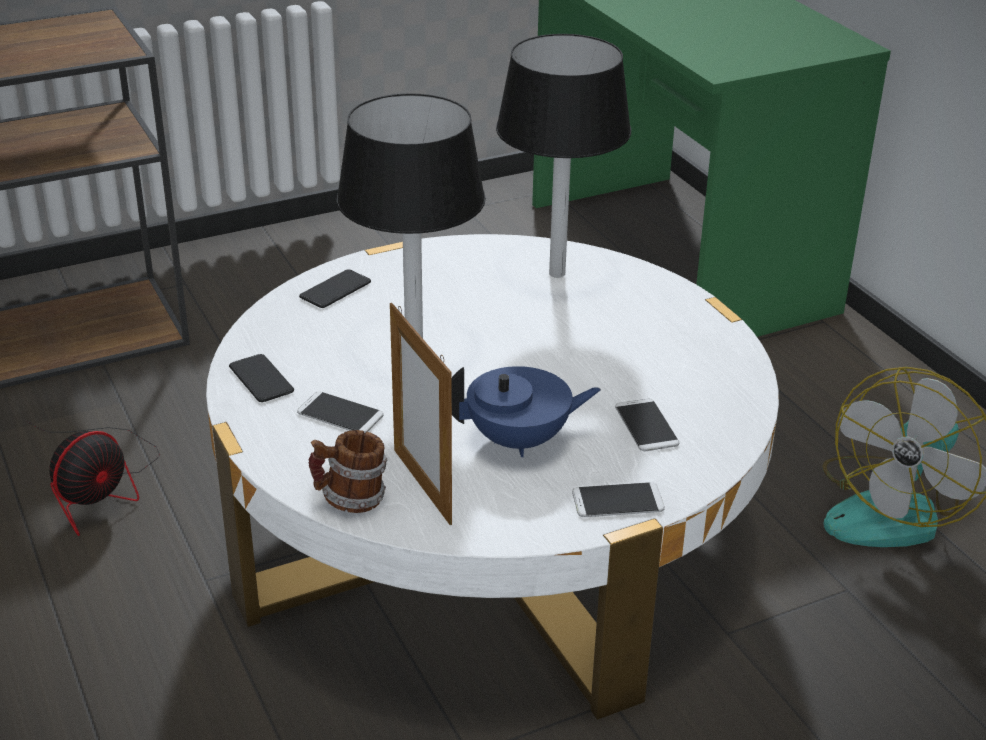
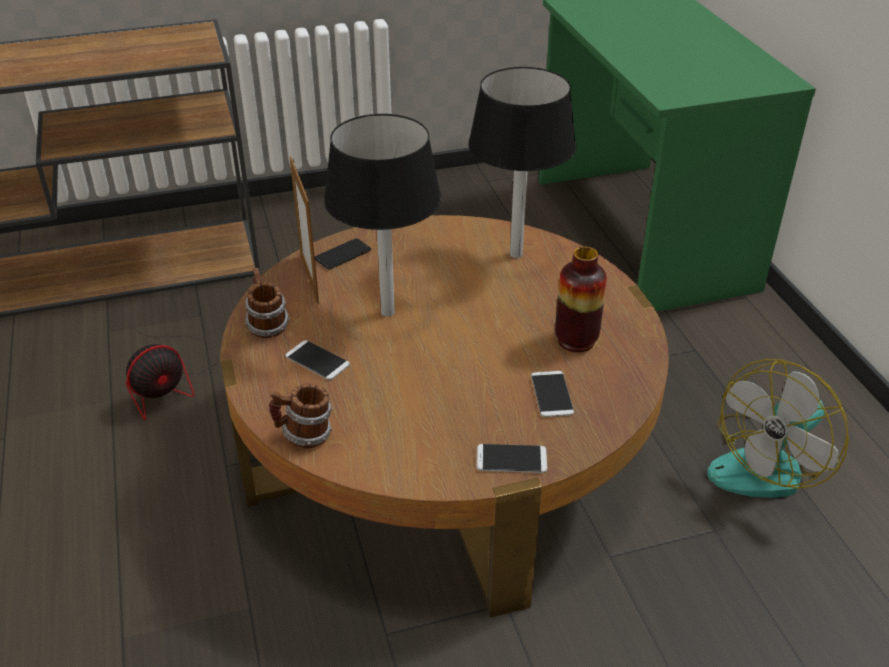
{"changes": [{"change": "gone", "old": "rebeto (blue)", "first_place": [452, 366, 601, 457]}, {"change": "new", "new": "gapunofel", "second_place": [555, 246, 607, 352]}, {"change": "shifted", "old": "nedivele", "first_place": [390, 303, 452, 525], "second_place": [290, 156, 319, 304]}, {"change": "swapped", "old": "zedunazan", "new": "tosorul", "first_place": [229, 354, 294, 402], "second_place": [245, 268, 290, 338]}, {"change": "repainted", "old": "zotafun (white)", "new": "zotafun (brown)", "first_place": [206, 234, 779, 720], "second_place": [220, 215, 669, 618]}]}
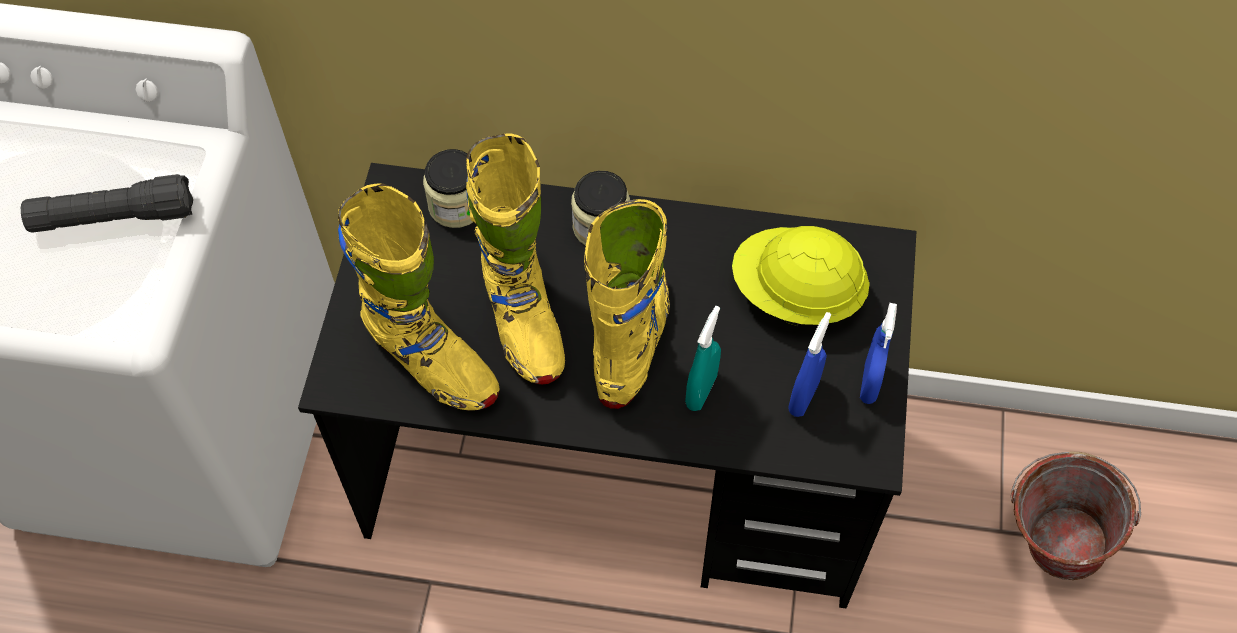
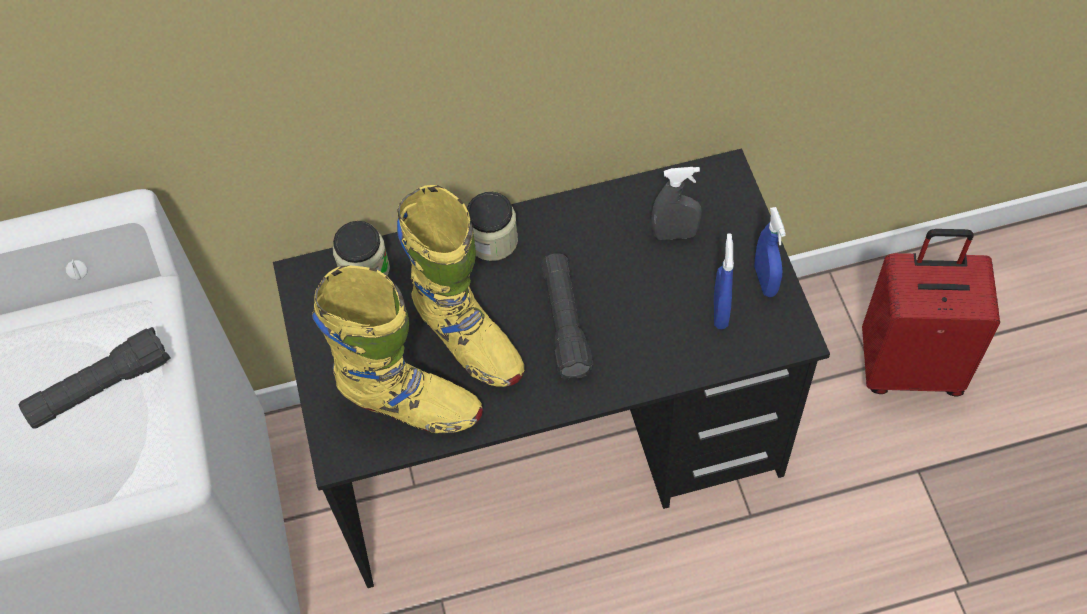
{"changes": [{"change": "gone", "old": "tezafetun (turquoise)", "first_place": [685, 306, 721, 411]}, {"change": "swapped", "old": "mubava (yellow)", "new": "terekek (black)", "first_place": [584, 199, 670, 409], "second_place": [542, 253, 593, 380]}, {"change": "swapped", "old": "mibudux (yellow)", "new": "tezafetun (grey)", "first_place": [732, 226, 870, 327], "second_place": [651, 167, 702, 240]}, {"change": "swapped", "old": "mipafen", "new": "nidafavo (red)", "first_place": [1011, 452, 1141, 580], "second_place": [862, 229, 1000, 396]}]}
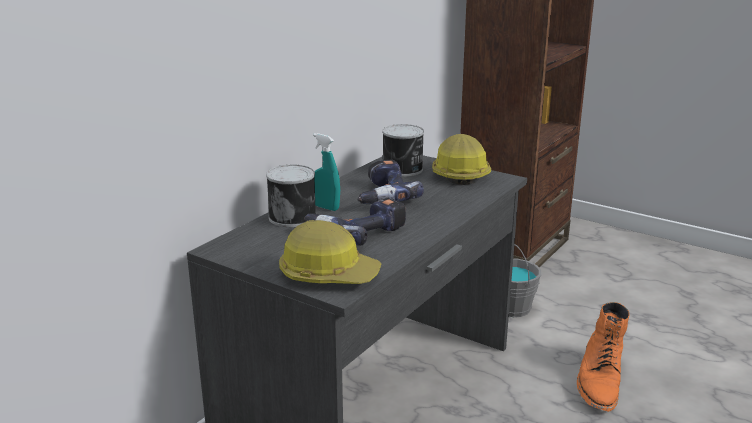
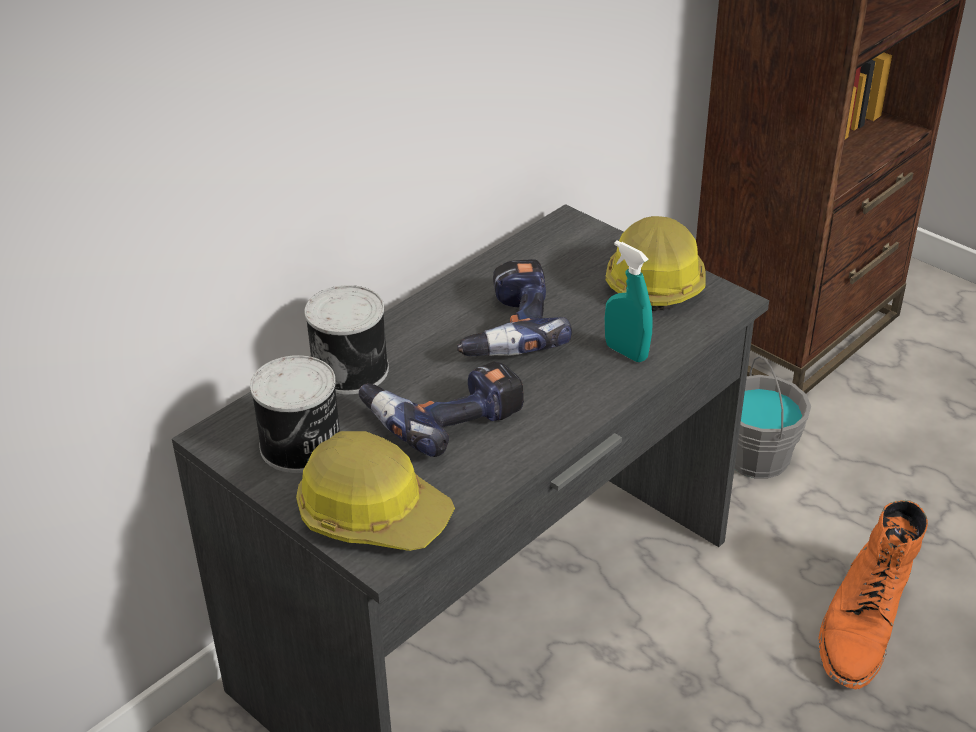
{"changes": [{"change": "shifted", "old": "tezafetun (turquoise)", "first_place": [313, 133, 340, 211], "second_place": [605, 240, 653, 362]}, {"change": "shifted", "old": "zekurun", "first_place": [383, 124, 424, 177], "second_place": [250, 355, 340, 473]}]}
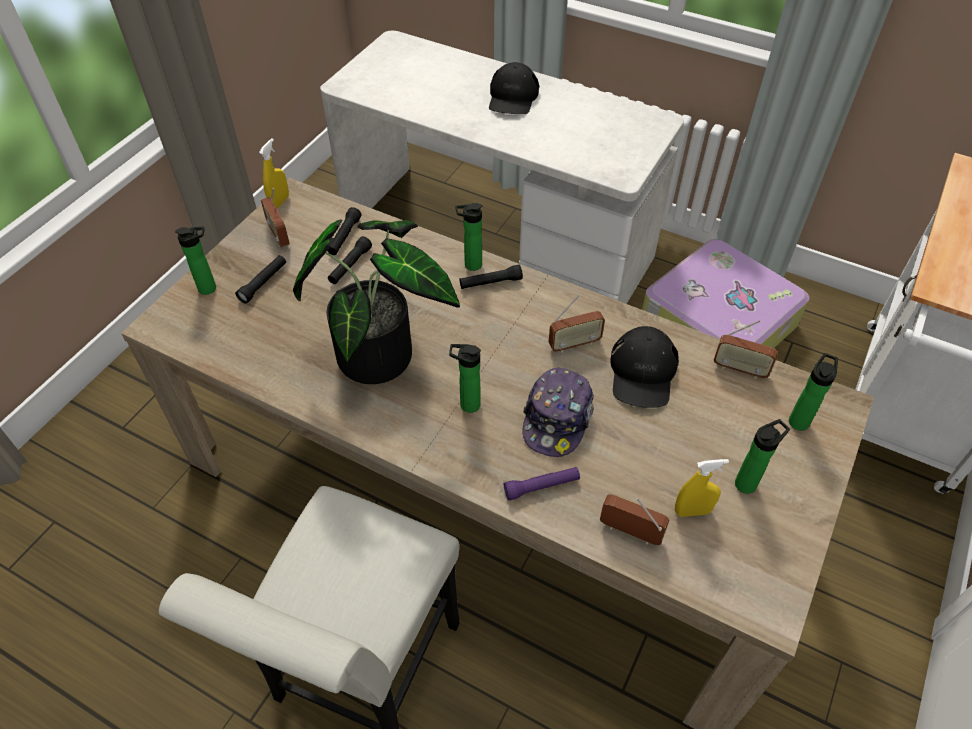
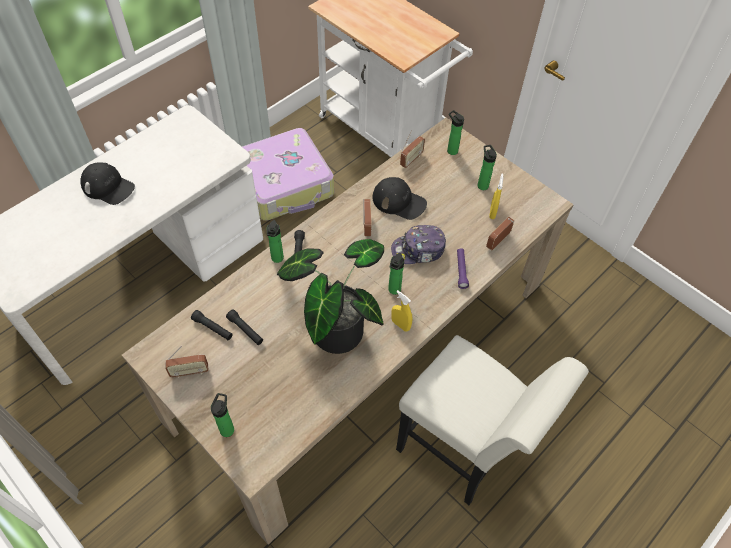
{"changes": [{"change": "gone", "old": "terekek (black)", "first_place": [235, 255, 286, 304]}, {"change": "shifted", "old": "tezafetun (yellow)", "first_place": [259, 138, 289, 208], "second_place": [391, 290, 413, 332]}, {"change": "rotated", "old": "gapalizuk", "first_place": [522, 368, 594, 457], "second_place": [391, 225, 446, 264], "degrees": 135}]}
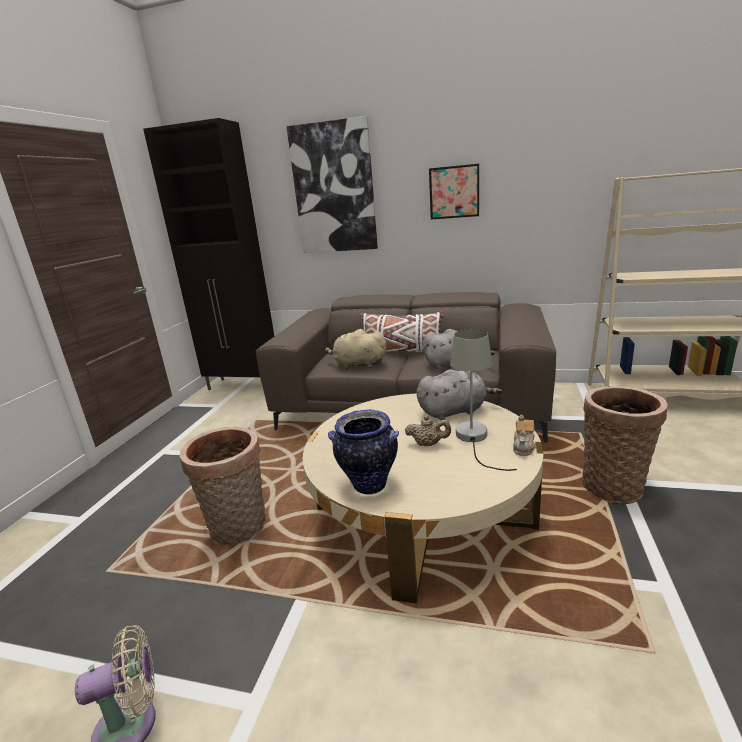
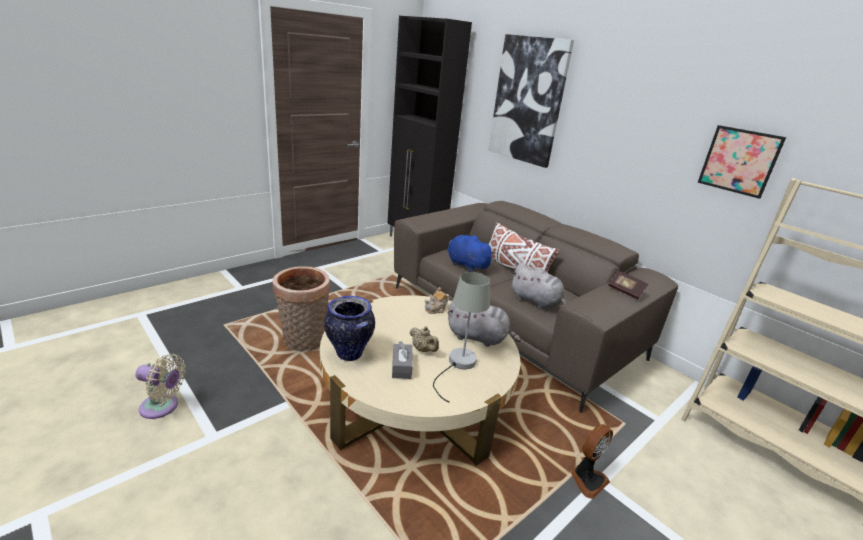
{"changes": [{"change": "new", "new": "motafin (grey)", "second_place": [392, 341, 413, 379]}, {"change": "new", "new": "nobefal", "second_place": [608, 271, 648, 299]}, {"change": "shifted", "old": "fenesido", "first_place": [429, 164, 479, 220], "second_place": [698, 125, 786, 199]}, {"change": "shifted", "old": "rebeto", "first_place": [513, 415, 536, 456], "second_place": [424, 287, 450, 314]}, {"change": "swapped", "old": "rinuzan", "new": "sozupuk", "first_place": [582, 386, 668, 504], "second_place": [570, 424, 613, 499]}, {"change": "repainted", "old": "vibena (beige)", "new": "vibena (blue)", "first_place": [325, 329, 387, 369], "second_place": [447, 235, 495, 272]}]}
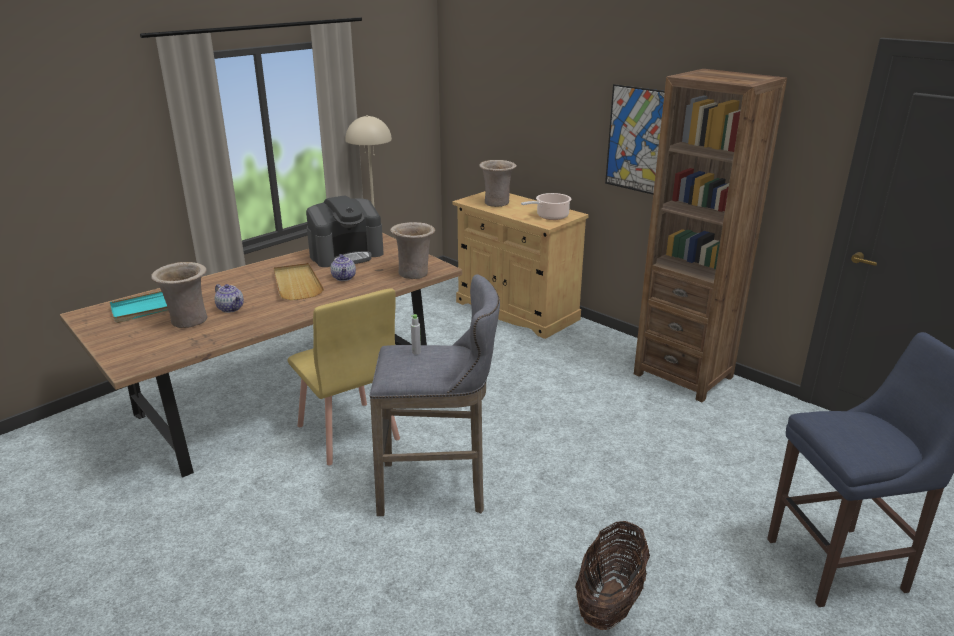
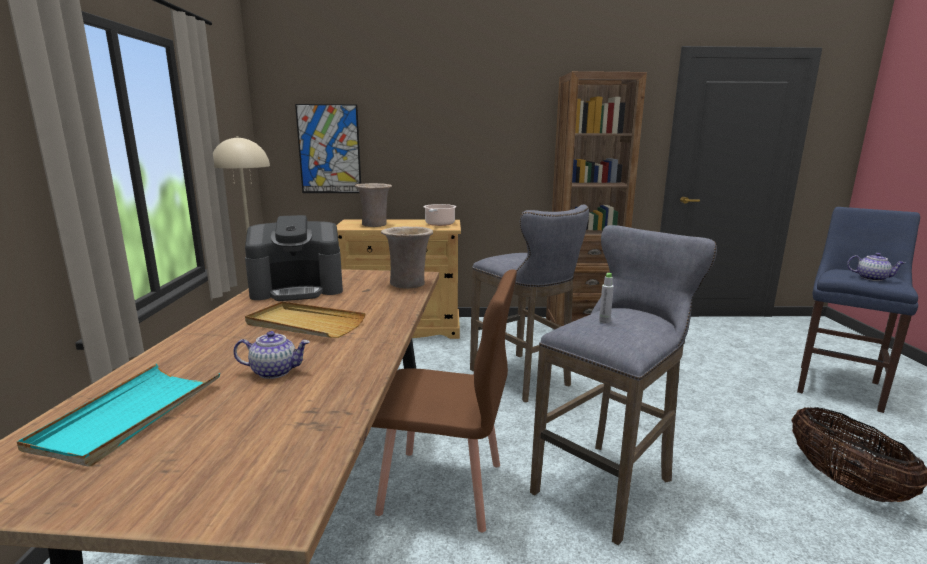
{"changes": [{"change": "gone", "old": "gapunofel (beige)", "first_place": [151, 262, 207, 328]}, {"change": "new", "new": "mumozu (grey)", "second_place": [470, 204, 589, 402]}, {"change": "shifted", "old": "rebeto", "first_place": [330, 254, 356, 281], "second_place": [847, 253, 905, 281]}, {"change": "shifted", "old": "fenesido", "first_place": [605, 84, 665, 195], "second_place": [295, 104, 361, 193]}, {"change": "repainted", "old": "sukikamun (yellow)", "new": "sukikamun (brown)", "first_place": [288, 288, 400, 465], "second_place": [372, 269, 517, 533]}, {"change": "rotated", "old": "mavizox", "first_place": [306, 195, 384, 267], "second_place": [245, 215, 343, 301], "degrees": 60}]}
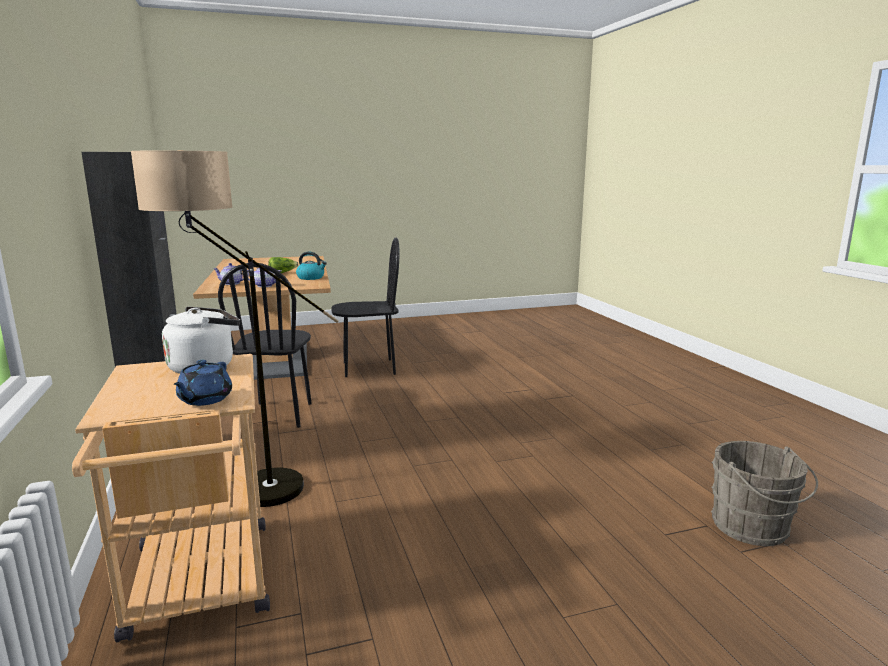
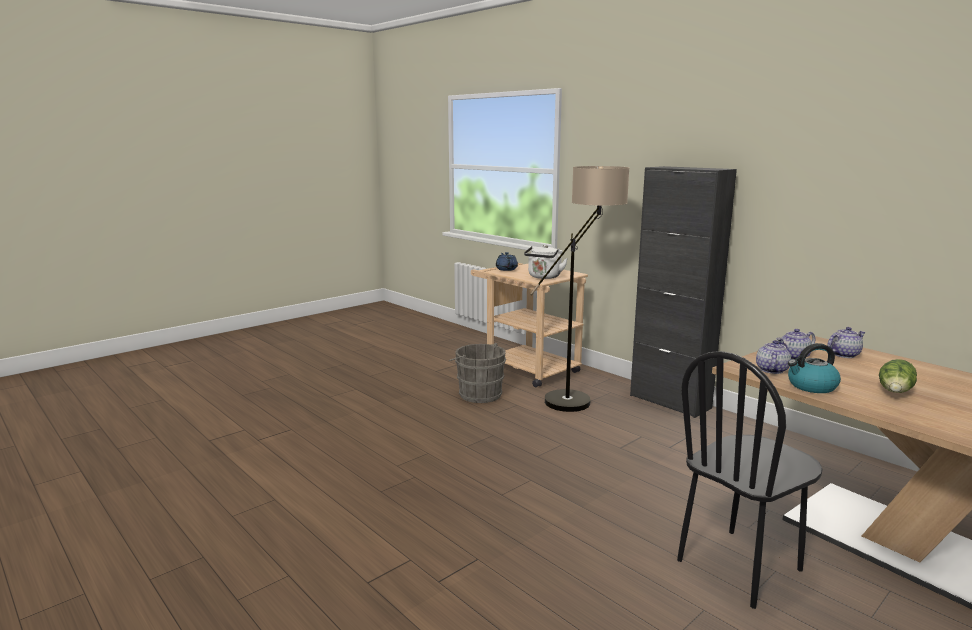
{"changes": [{"change": "gone", "old": "sukikamun (black)", "first_place": [218, 263, 312, 428]}, {"change": "new", "new": "rebeto", "second_place": [756, 340, 791, 374]}, {"change": "shifted", "old": "mipafen (grey)", "first_place": [711, 441, 818, 546], "second_place": [449, 343, 506, 403]}]}
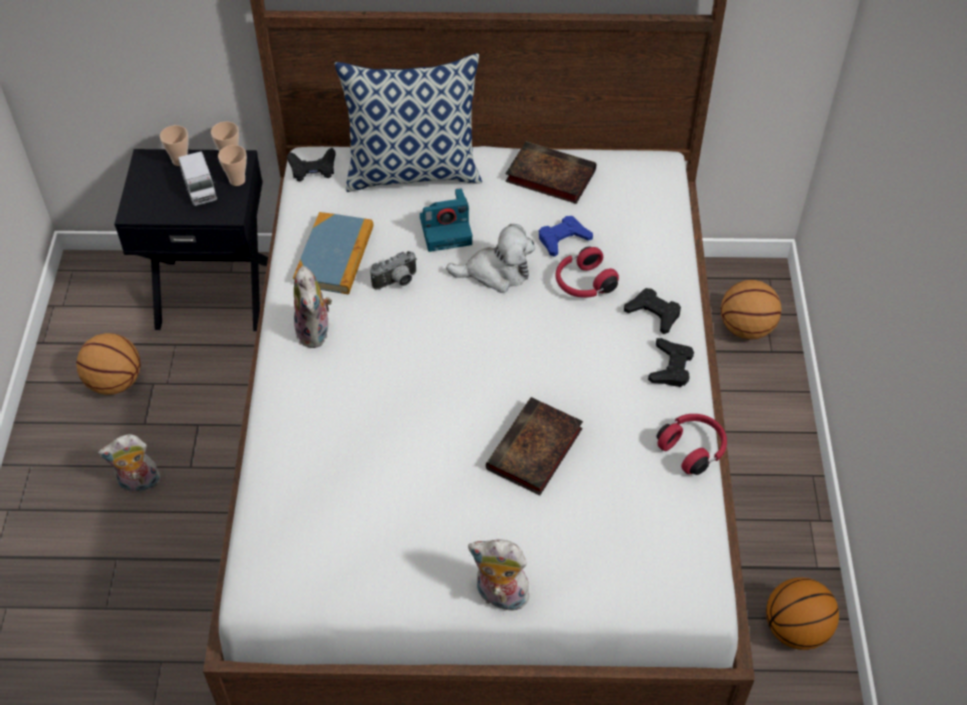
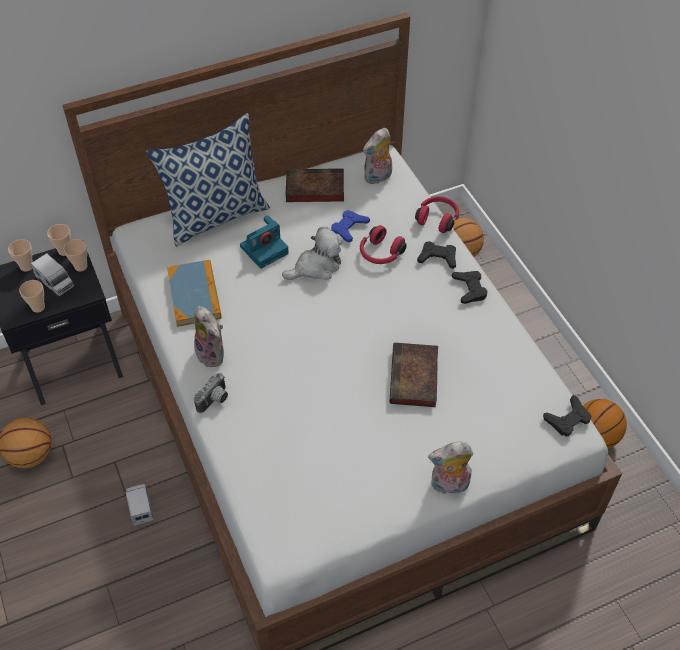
{"changes": [{"change": "new", "new": "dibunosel", "second_place": [19, 280, 45, 313]}, {"change": "new", "new": "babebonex", "second_place": [124, 484, 154, 526]}, {"change": "shifted", "old": "vibena", "first_place": [98, 434, 161, 494], "second_place": [363, 128, 392, 184]}, {"change": "shifted", "old": "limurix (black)", "first_place": [287, 148, 336, 181], "second_place": [543, 395, 592, 437]}, {"change": "shifted", "old": "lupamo", "first_place": [370, 251, 417, 289], "second_place": [194, 373, 228, 413]}, {"change": "shifted", "old": "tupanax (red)", "first_place": [657, 414, 727, 475], "second_place": [415, 196, 459, 233]}]}
